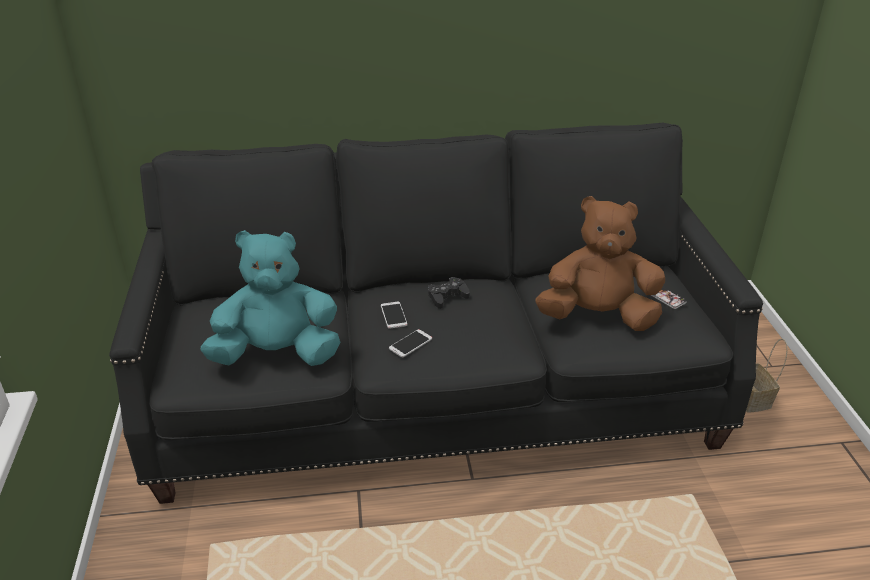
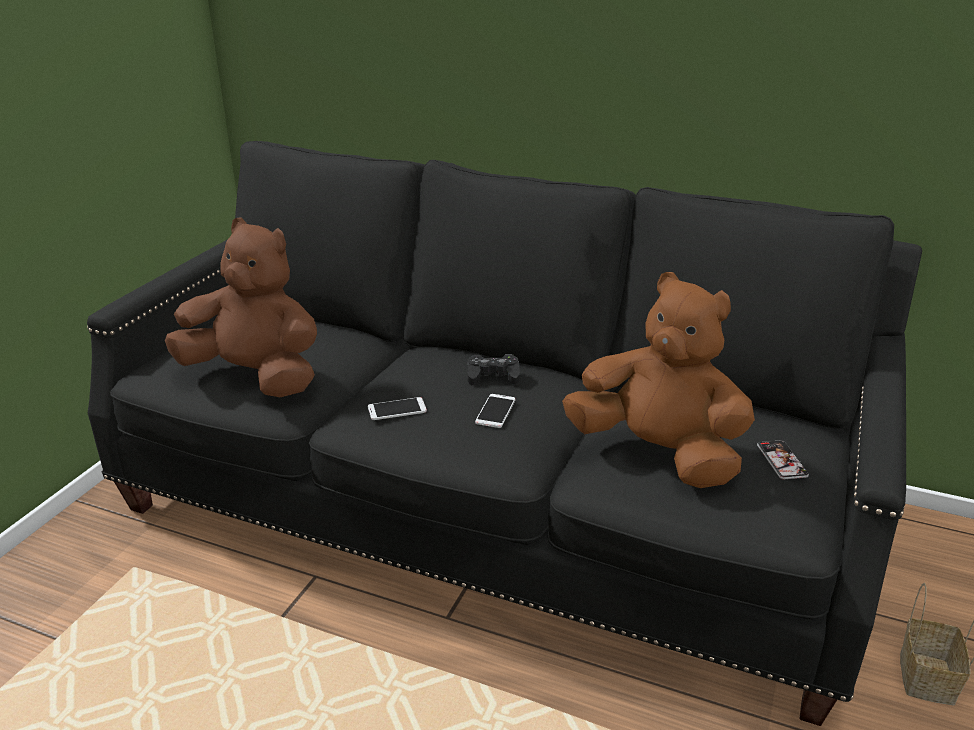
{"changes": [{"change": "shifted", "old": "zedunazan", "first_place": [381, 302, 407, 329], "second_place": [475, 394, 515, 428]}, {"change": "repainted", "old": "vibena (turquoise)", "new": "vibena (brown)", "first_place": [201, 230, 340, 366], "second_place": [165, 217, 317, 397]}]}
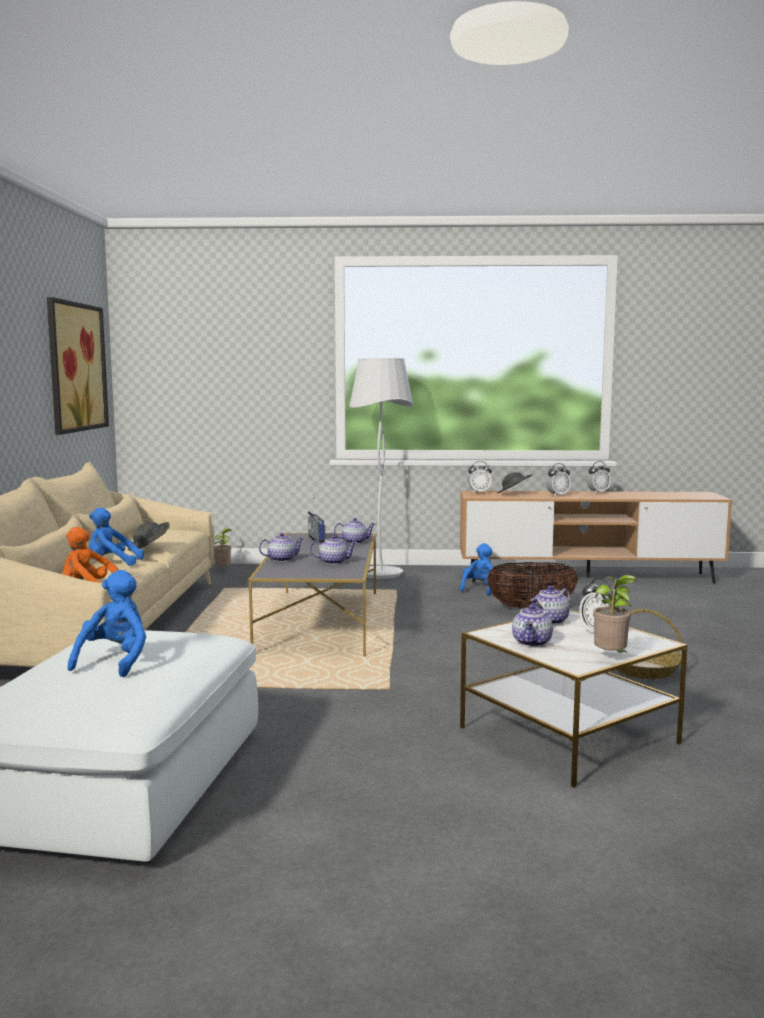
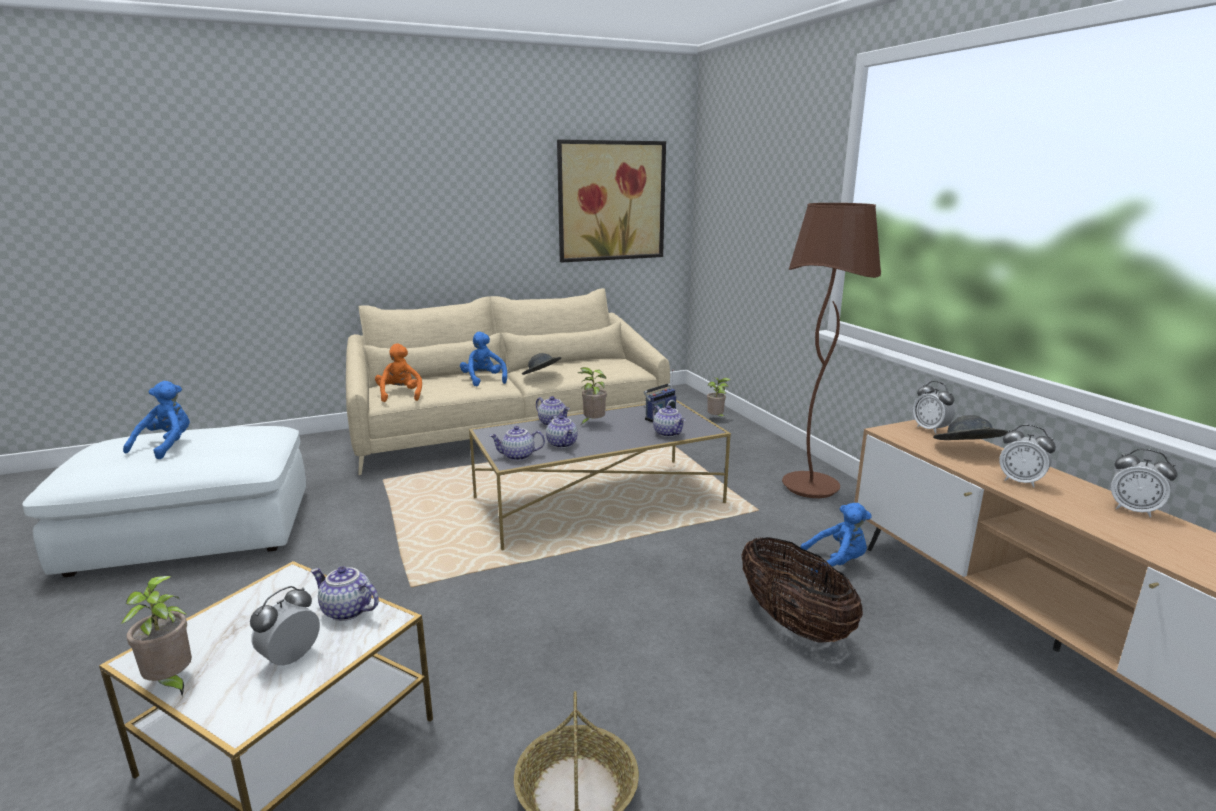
{"changes": [{"change": "new", "new": "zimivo", "second_place": [578, 367, 607, 425]}, {"change": "shifted", "old": "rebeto", "first_place": [512, 604, 553, 647], "second_place": [489, 426, 545, 461]}, {"change": "repainted", "old": "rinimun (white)", "new": "rinimun (brown)", "first_place": [349, 358, 413, 579], "second_place": [782, 203, 881, 498]}, {"change": "rotated", "old": "vibena (blue)", "first_place": [68, 570, 146, 677], "second_place": [123, 381, 190, 460], "degrees": -60}]}
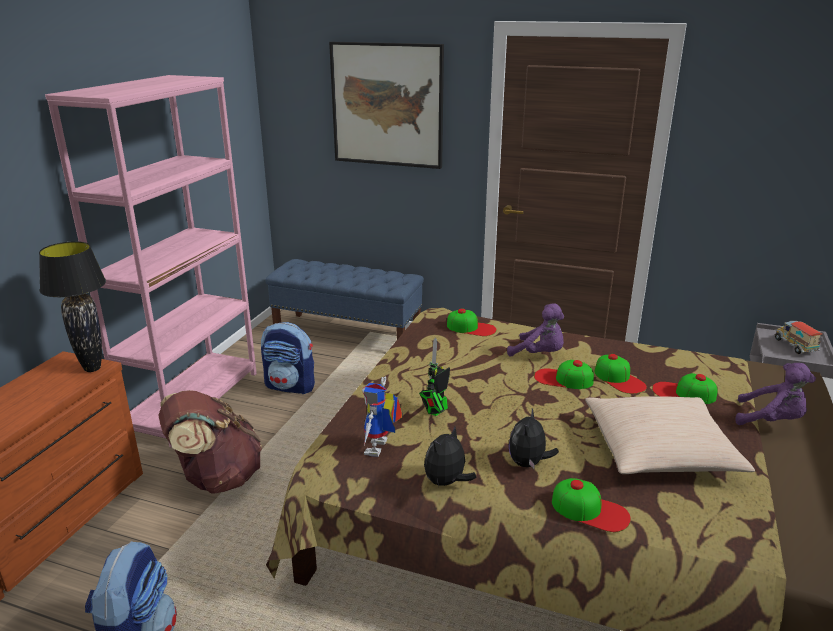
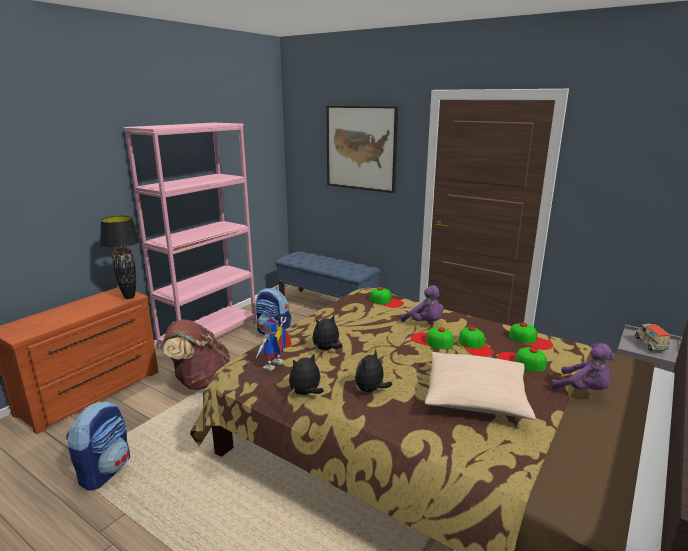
{"changes": [{"change": "shifted", "old": "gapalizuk", "first_place": [552, 478, 631, 532], "second_place": [509, 323, 553, 350]}, {"change": "swapped", "old": "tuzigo", "new": "vibena", "first_place": [419, 337, 450, 416], "second_place": [313, 315, 342, 350]}]}
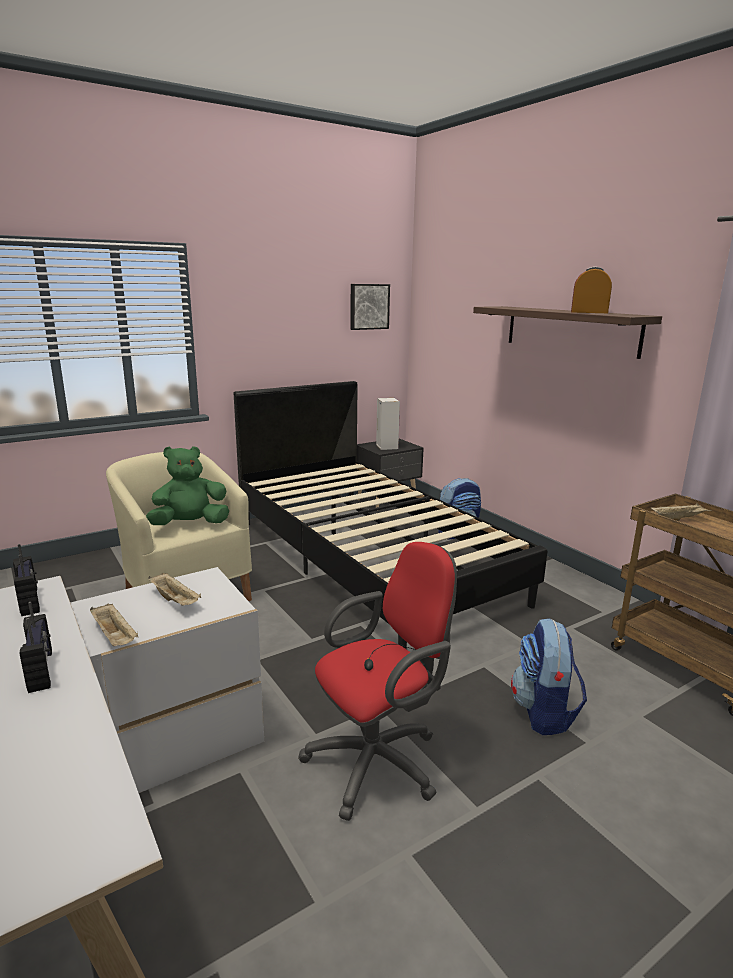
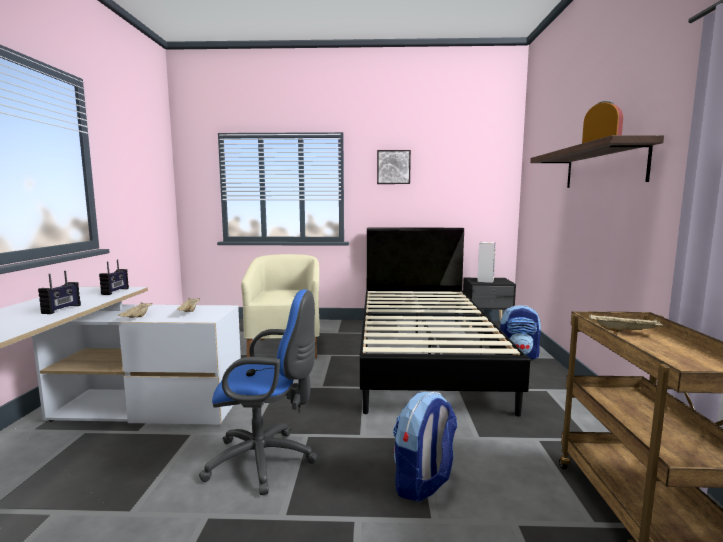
{"changes": [{"change": "gone", "old": "vibena (green)", "first_place": [146, 446, 229, 525]}, {"change": "shifted", "old": "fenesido", "first_place": [350, 284, 390, 330], "second_place": [377, 150, 411, 184]}, {"change": "repainted", "old": "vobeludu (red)", "new": "vobeludu (blue)", "first_place": [298, 542, 457, 821], "second_place": [199, 289, 317, 495]}]}
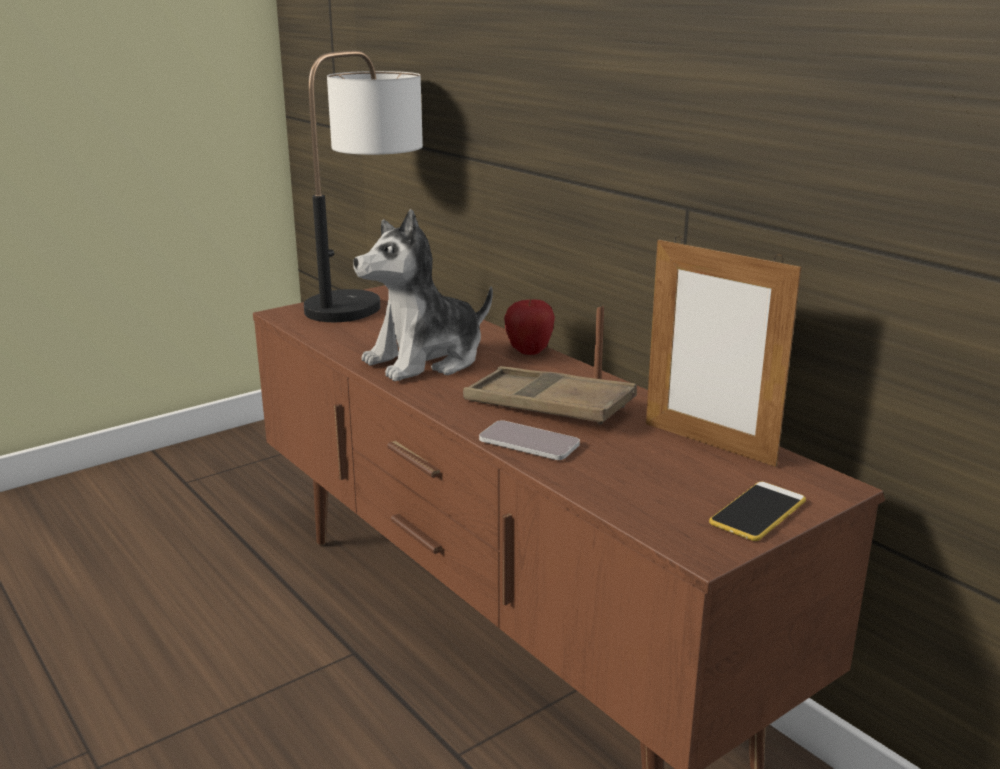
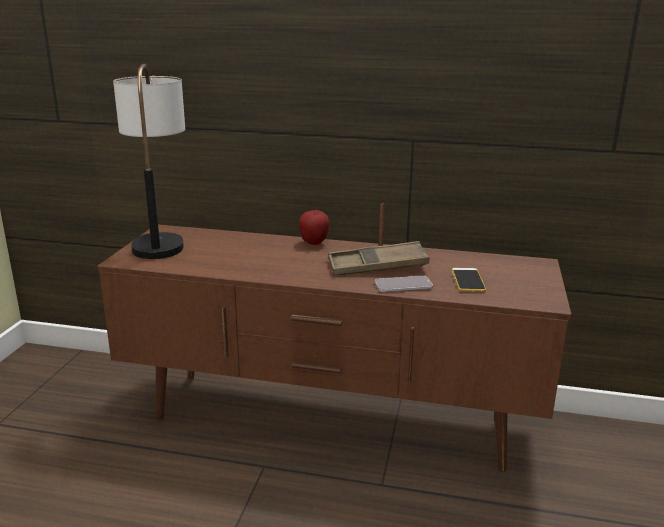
{"changes": [{"change": "gone", "old": "vibena", "first_place": [353, 209, 493, 381]}, {"change": "gone", "old": "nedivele", "first_place": [646, 236, 801, 467]}, {"change": "shifted", "old": "zedunazan", "first_place": [709, 482, 806, 541], "second_place": [451, 268, 486, 292]}]}
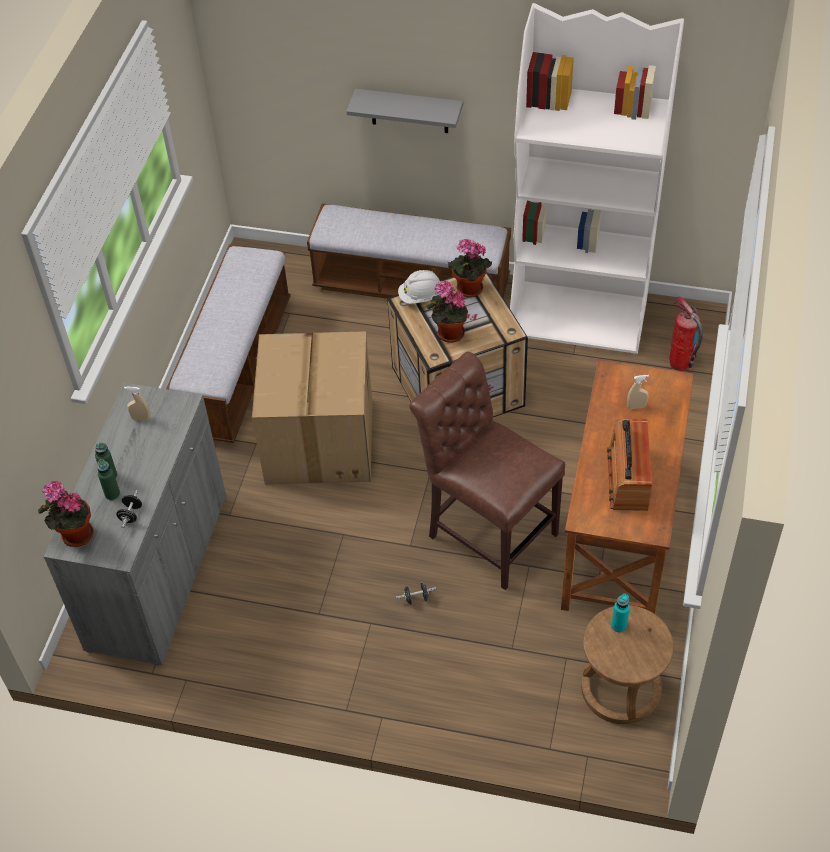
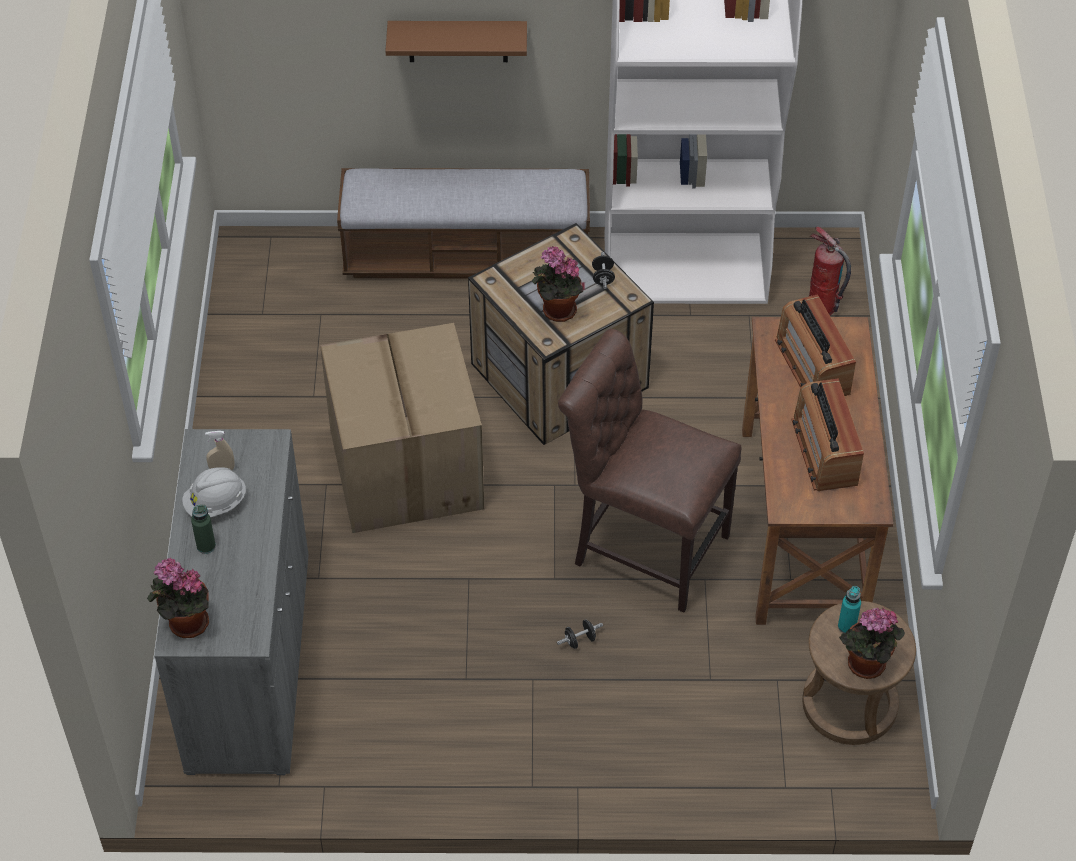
{"changes": [{"change": "gone", "old": "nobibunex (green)", "first_place": [97, 459, 120, 501]}, {"change": "gone", "old": "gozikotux", "first_place": [166, 244, 291, 443]}, {"change": "shifted", "old": "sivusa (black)", "first_place": [116, 490, 142, 528], "second_place": [592, 252, 615, 289]}, {"change": "shifted", "old": "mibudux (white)", "first_place": [398, 270, 441, 304], "second_place": [182, 467, 246, 517]}, {"change": "shifted", "old": "zimivo", "first_place": [448, 239, 492, 297], "second_place": [839, 608, 905, 679]}, {"change": "swapped", "old": "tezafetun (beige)", "new": "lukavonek", "first_place": [627, 375, 649, 409], "second_place": [775, 294, 856, 396]}, {"change": "repainted", "old": "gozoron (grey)", "new": "gozoron (brown)", "first_place": [346, 89, 463, 133], "second_place": [385, 21, 527, 62]}]}
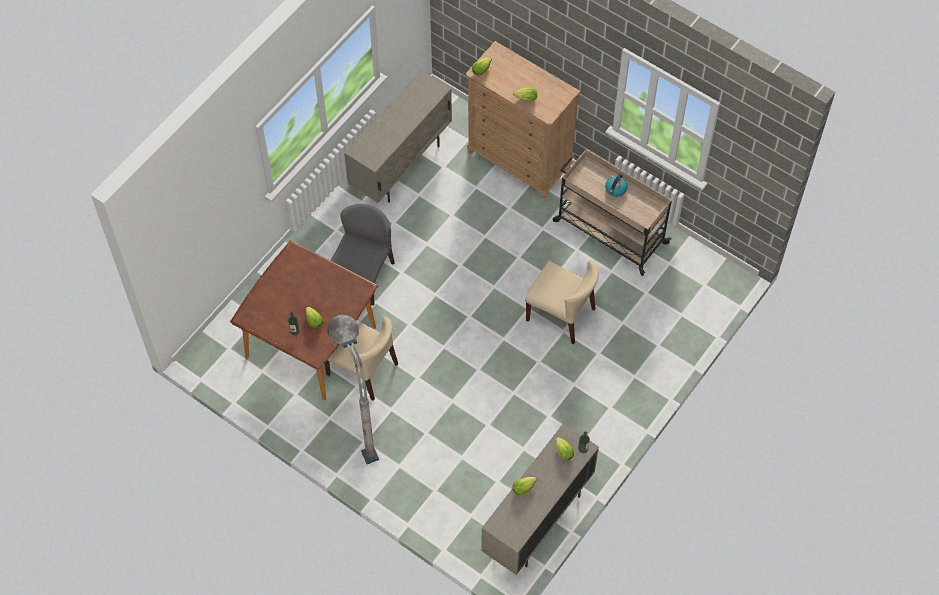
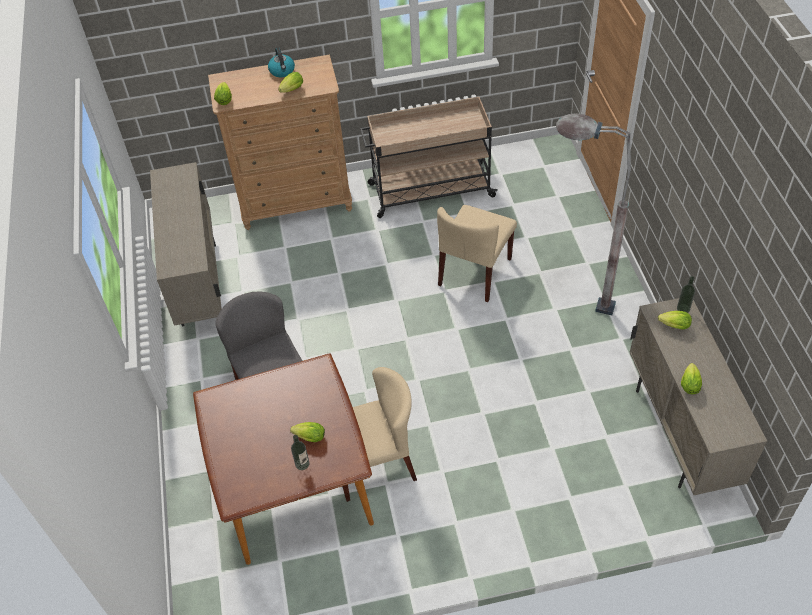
{"changes": [{"change": "shifted", "old": "rinimun (grey)", "first_place": [327, 315, 379, 464], "second_place": [556, 113, 631, 315]}, {"change": "shifted", "old": "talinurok", "first_place": [605, 173, 628, 197], "second_place": [268, 47, 295, 77]}, {"change": "rotated", "old": "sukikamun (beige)", "first_place": [525, 260, 599, 345], "second_place": [437, 205, 517, 302], "degrees": 135}]}
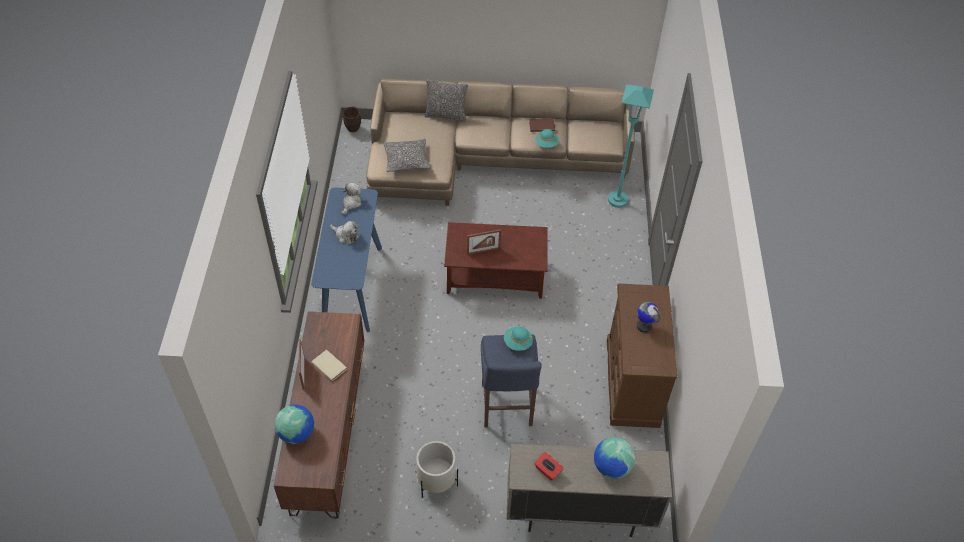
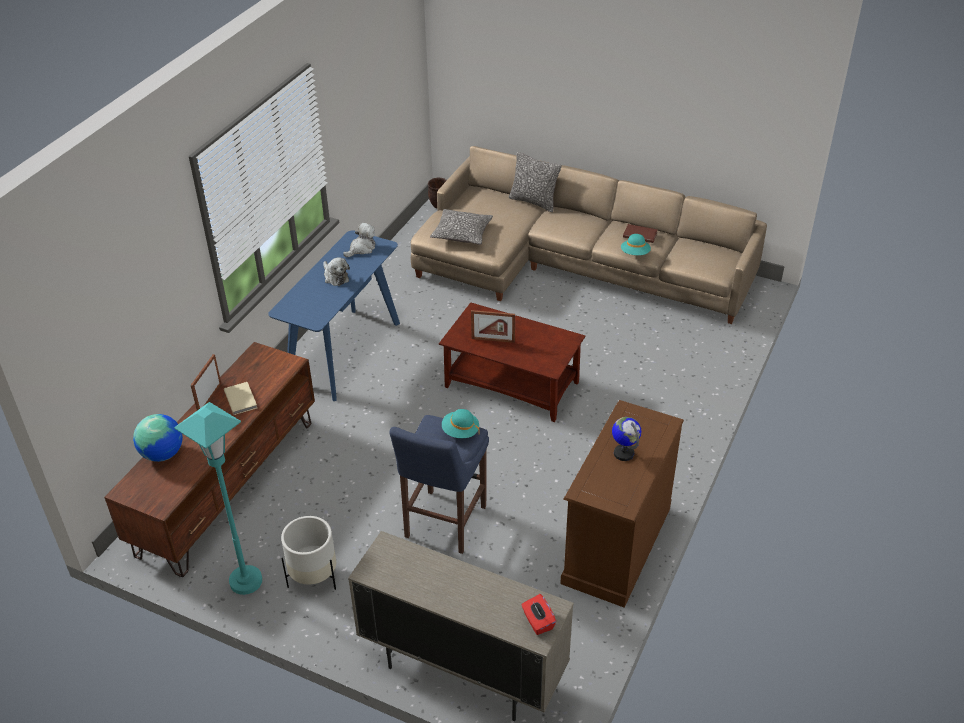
{"changes": [{"change": "gone", "old": "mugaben", "first_place": [594, 437, 635, 479]}, {"change": "shifted", "old": "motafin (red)", "first_place": [534, 452, 564, 481], "second_place": [521, 594, 556, 635]}, {"change": "shifted", "old": "rinimun (turquoise)", "first_place": [608, 84, 654, 208], "second_place": [174, 402, 262, 595]}]}
